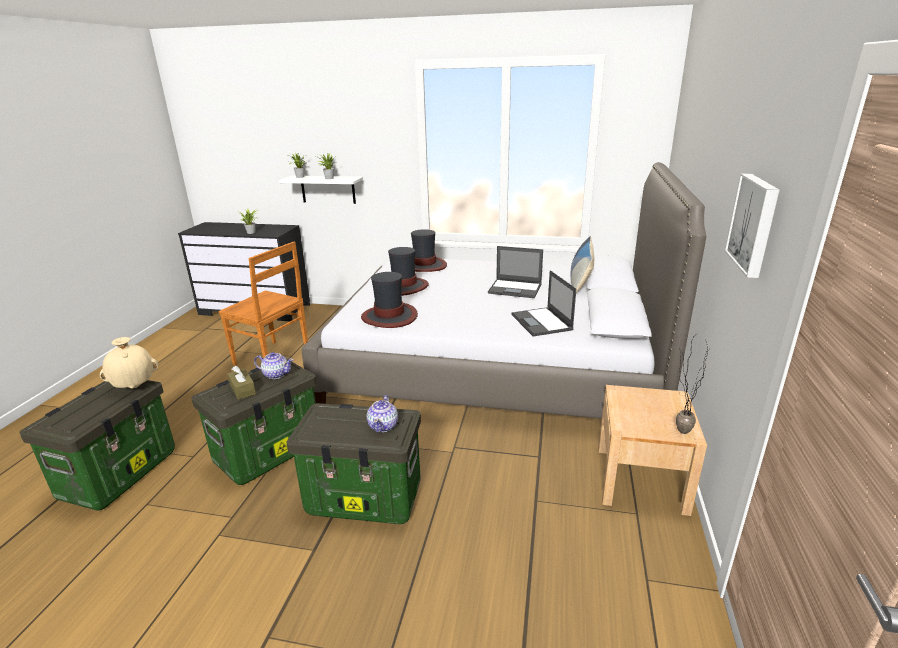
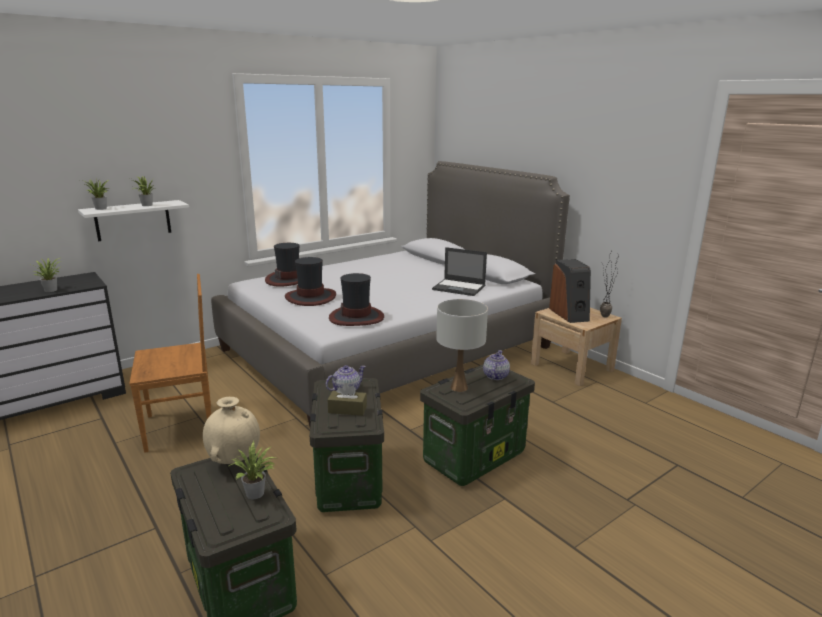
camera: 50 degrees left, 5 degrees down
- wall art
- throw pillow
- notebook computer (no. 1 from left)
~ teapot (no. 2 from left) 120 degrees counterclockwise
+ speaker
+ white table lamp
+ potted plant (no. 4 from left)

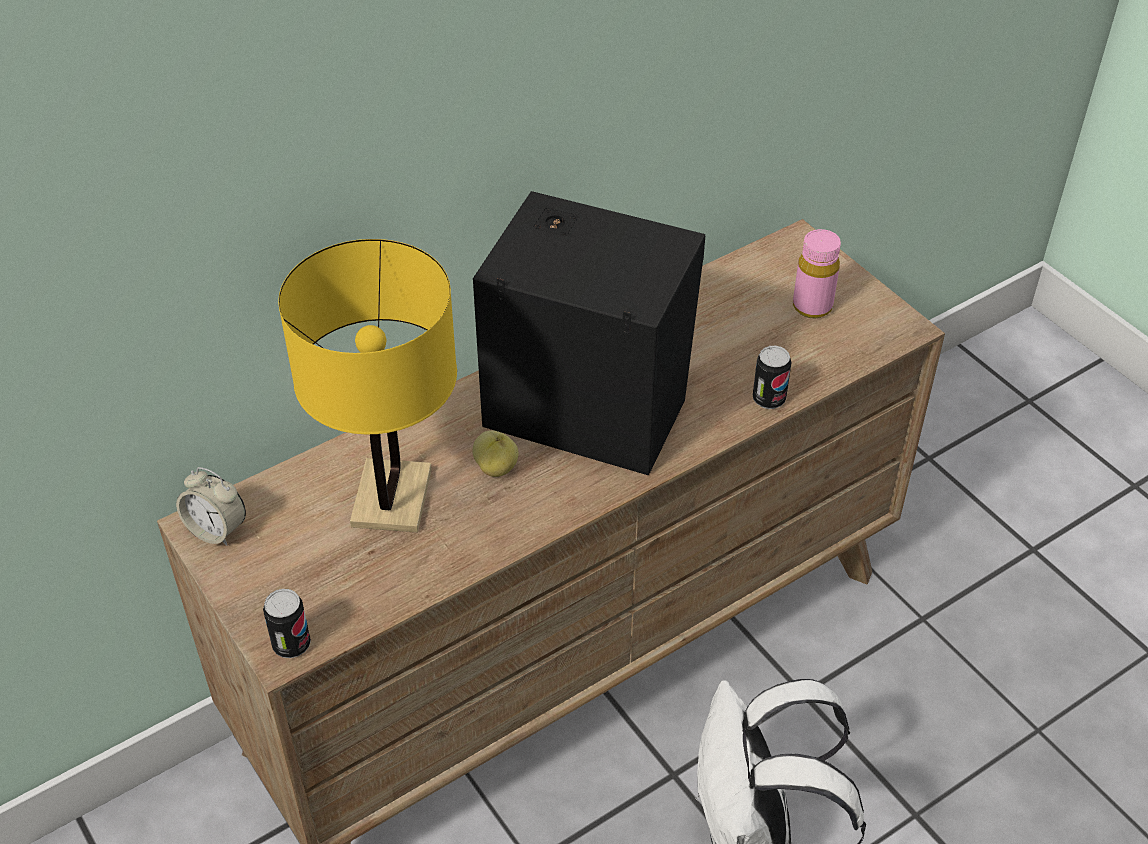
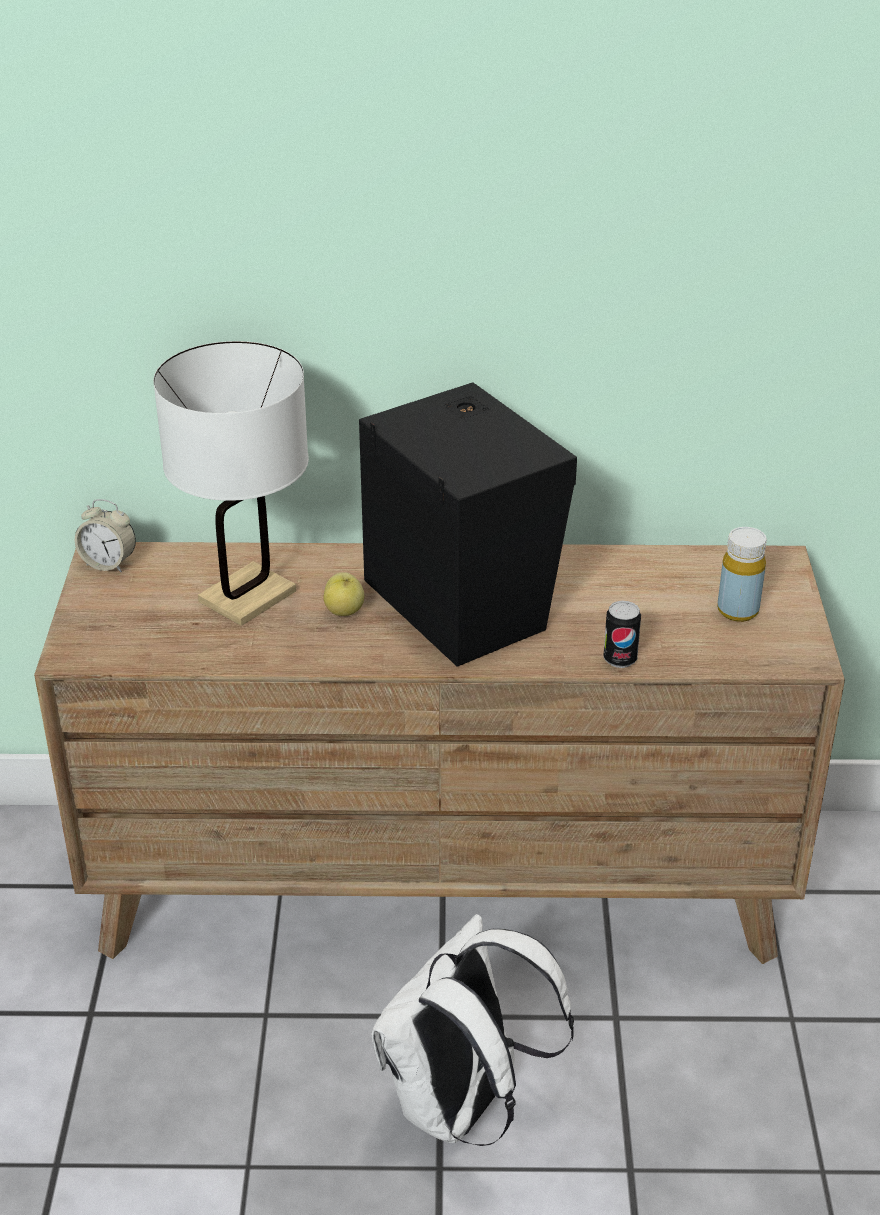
camera: 35 degrees right, 10 degrees down
~ pink bottle to yellowish bottle
~ yellowish table lamp to white table lamp
~ alarm clock 45 degrees counterclockwise
- can (no. 1 from left)

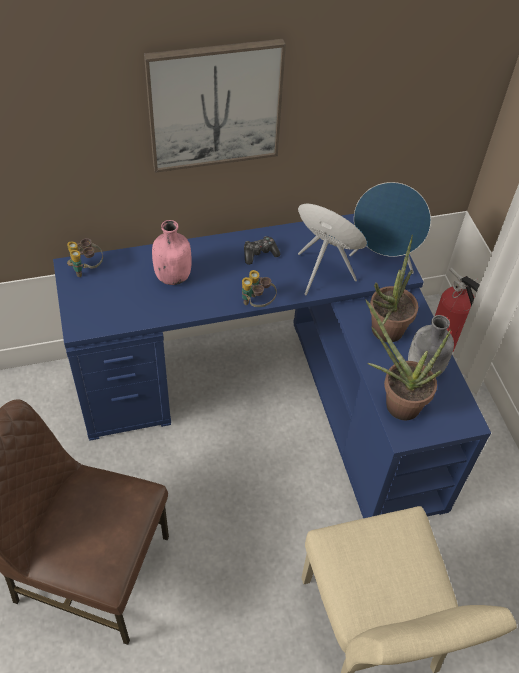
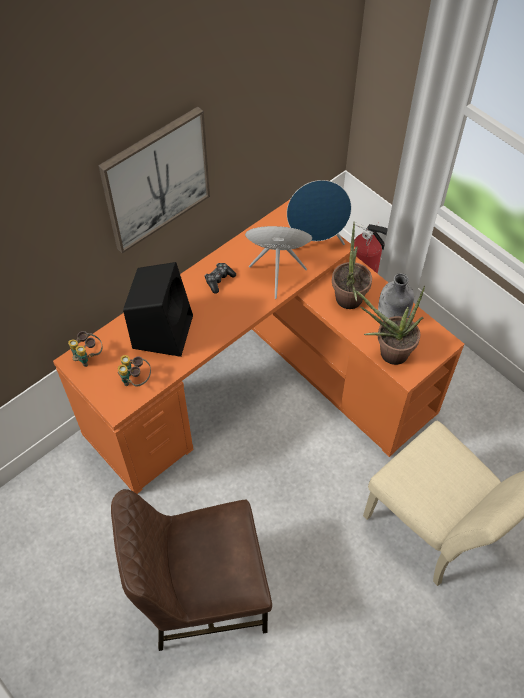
camera: 25 degrees left, 5 degrees up
~ blue-coloured desk table to orange desk table
~ pink bottle to black speaker
~ field glasses (no. 2 from left)

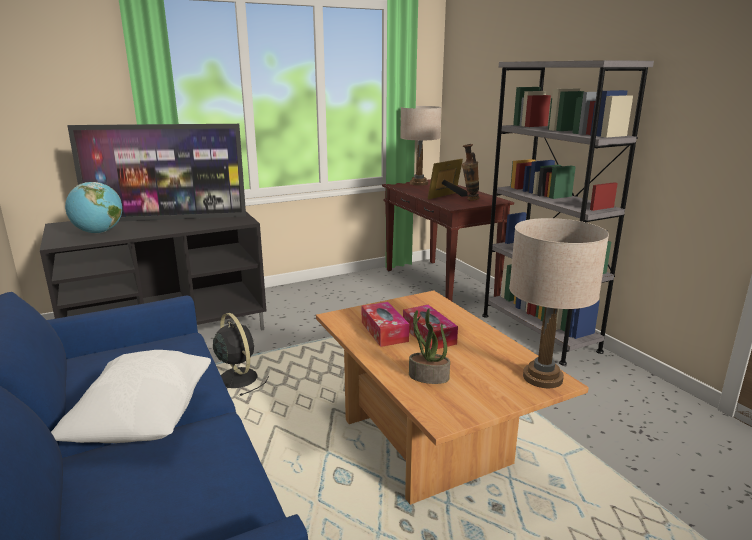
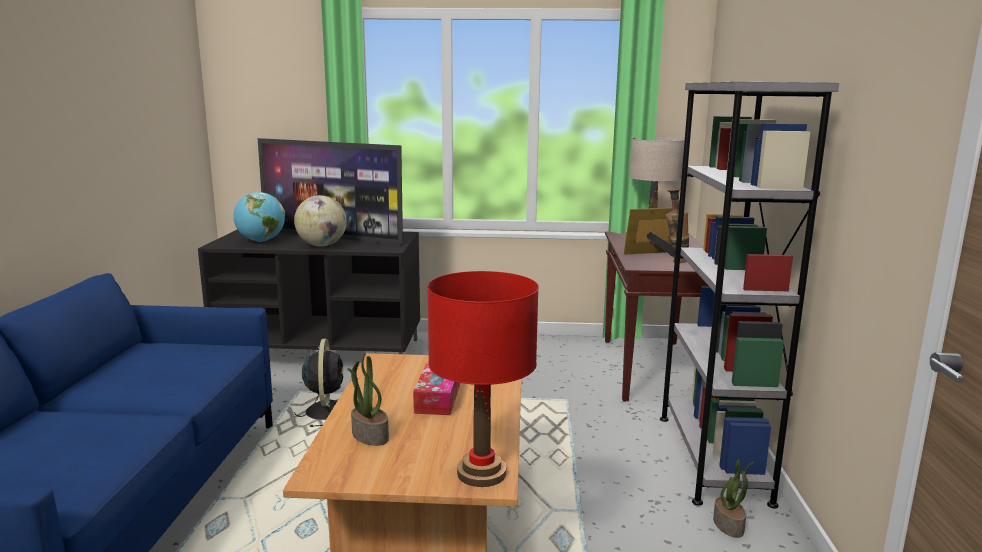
camera: 30 degrees right, 5 degrees down
~ sand-coloured table lamp (no. 2 from left) to reddish table lamp
- box of tissues (no. 1 from left)
- white throw pillow
+ globe (no. 2 from left)
+ potted plant (no. 2 from left)

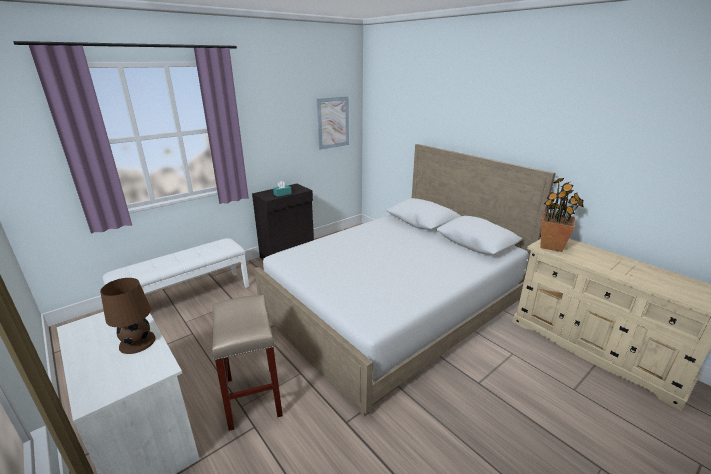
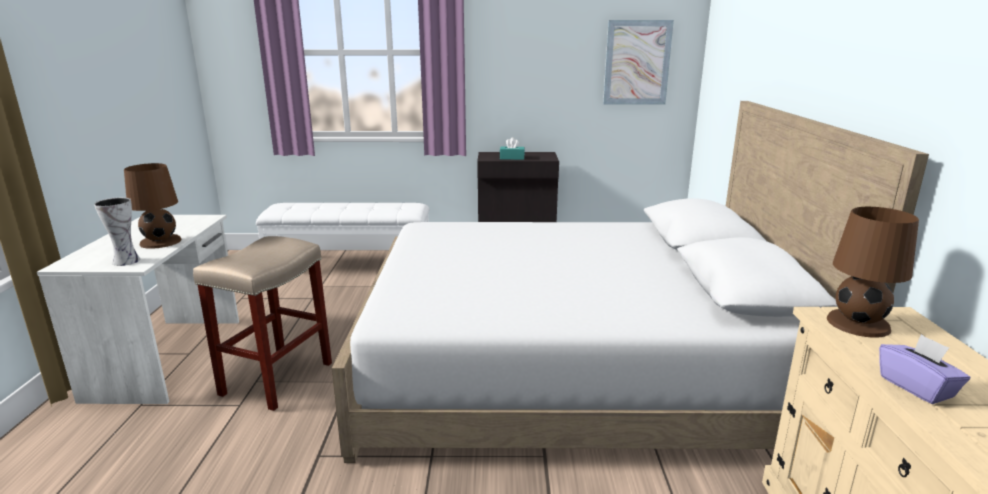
camera: 40 degrees right, 5 degrees down
~ potted plant to brown table lamp (no. 2 from left)
+ vase
+ purple-coloured box of tissues

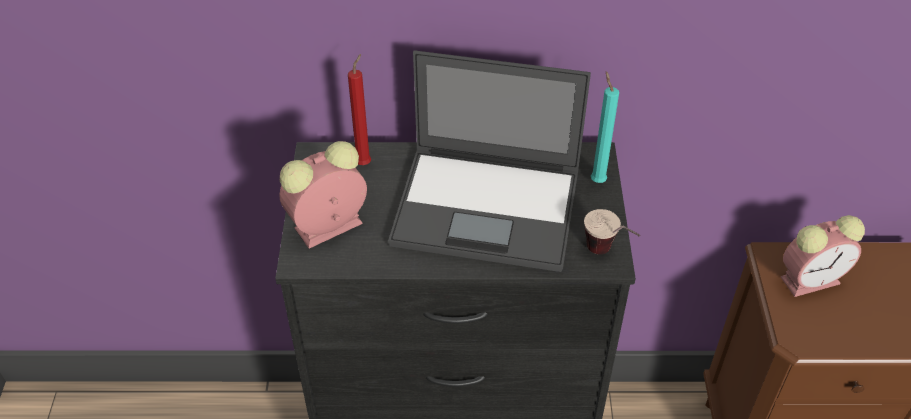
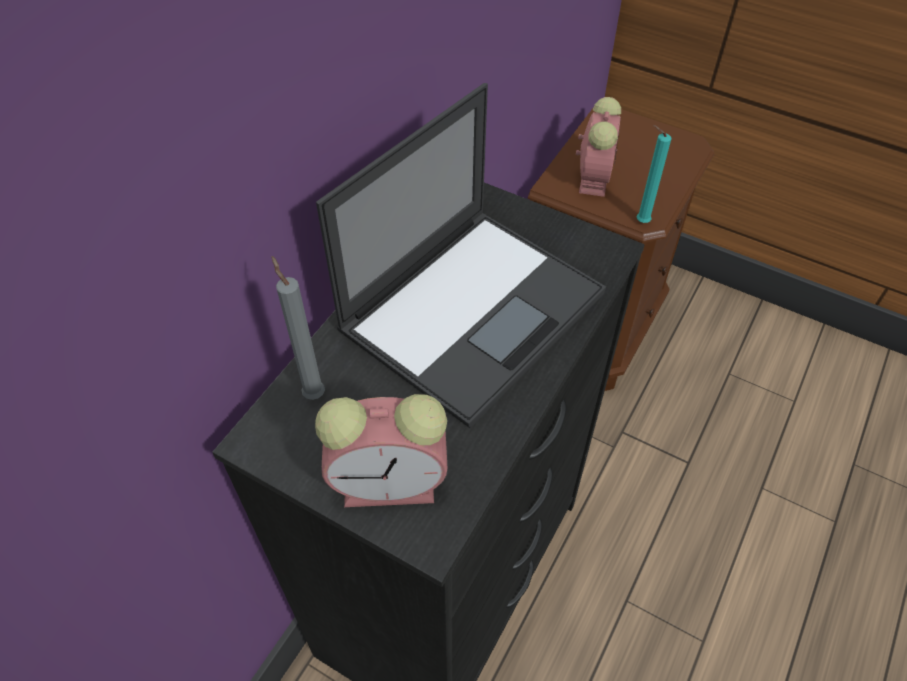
camera: 60 degrees left, 5 degrees up
~ reddish wax light to greyish wax light
~ blue-green wax light
~ alarm clock (no. 1 from left) 90 degrees counterclockwise
- drinking cup

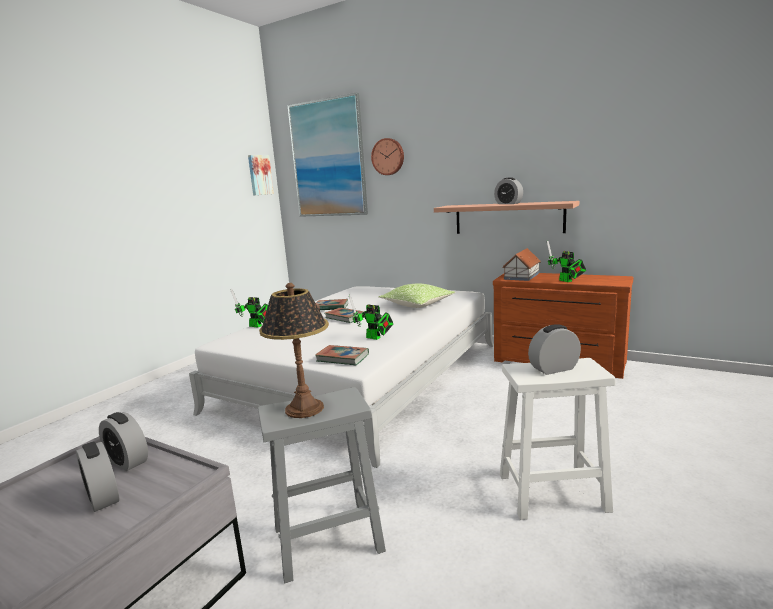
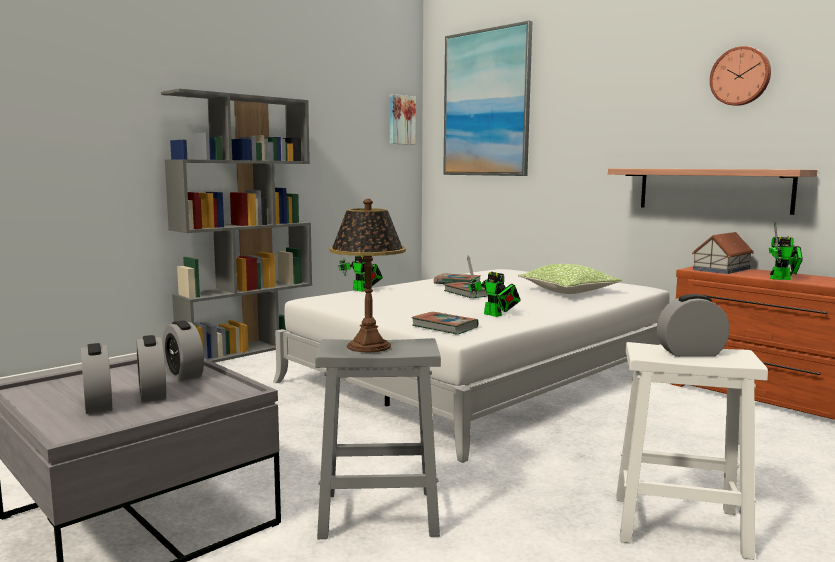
camera: 15 degrees right, 5 degrees down
~ hanging clock
~ alarm clock (no. 3 from left in the first image) to alarm clock (no. 1 from left)
~ toy robot (no. 3 from left) 75 degrees counterclockwise
+ greyish bookcase

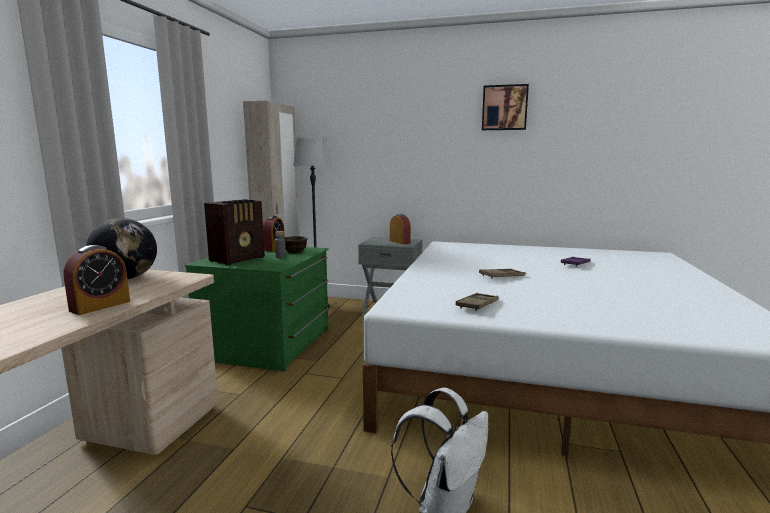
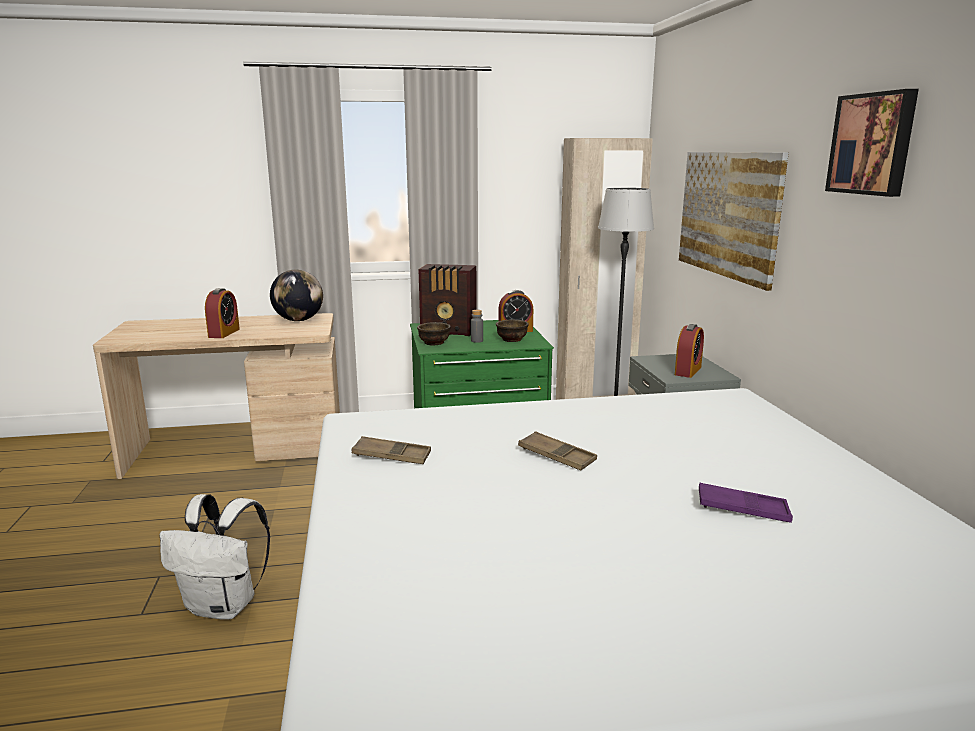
camera: 65 degrees right, 5 degrees up
~ alarm clock (no. 1 from left) 90 degrees counterclockwise
+ wall art (no. 1 from left)
+ brown bowl (no. 1 from left)

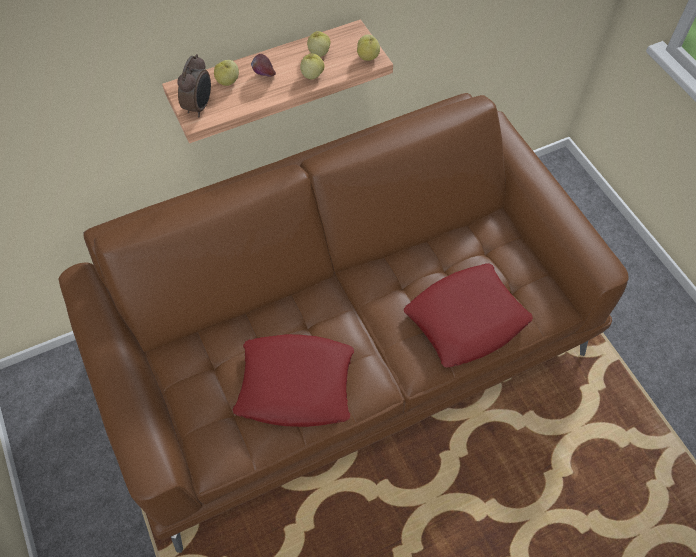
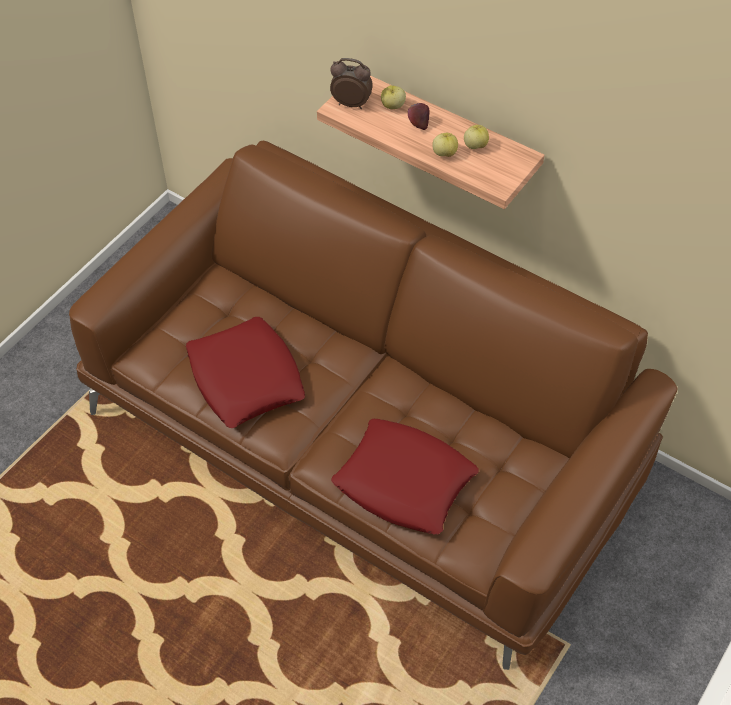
camera: 60 degrees right, 5 degrees down
- whole apple (no. 5 from left)
~ alarm clock 150 degrees counterclockwise

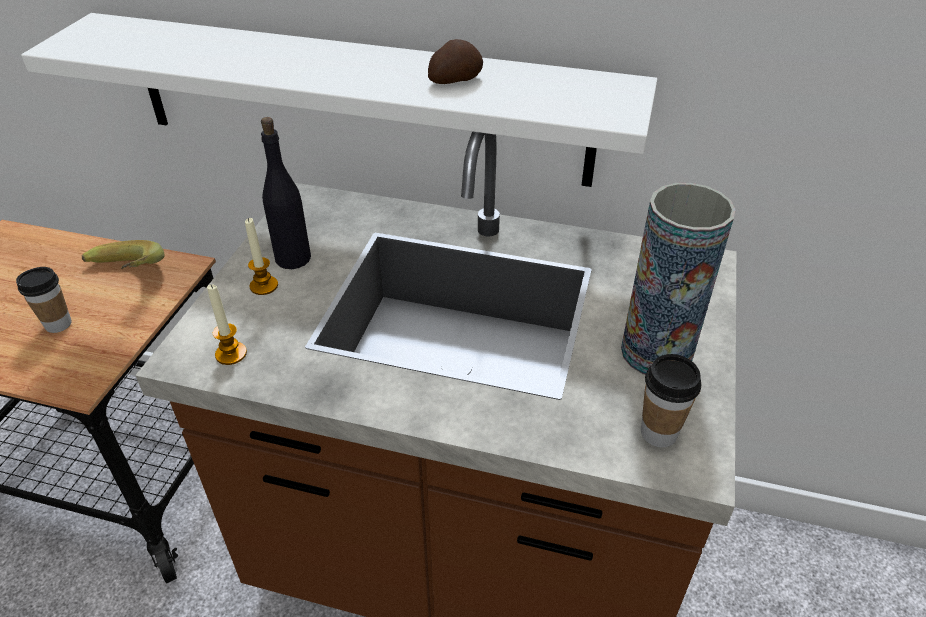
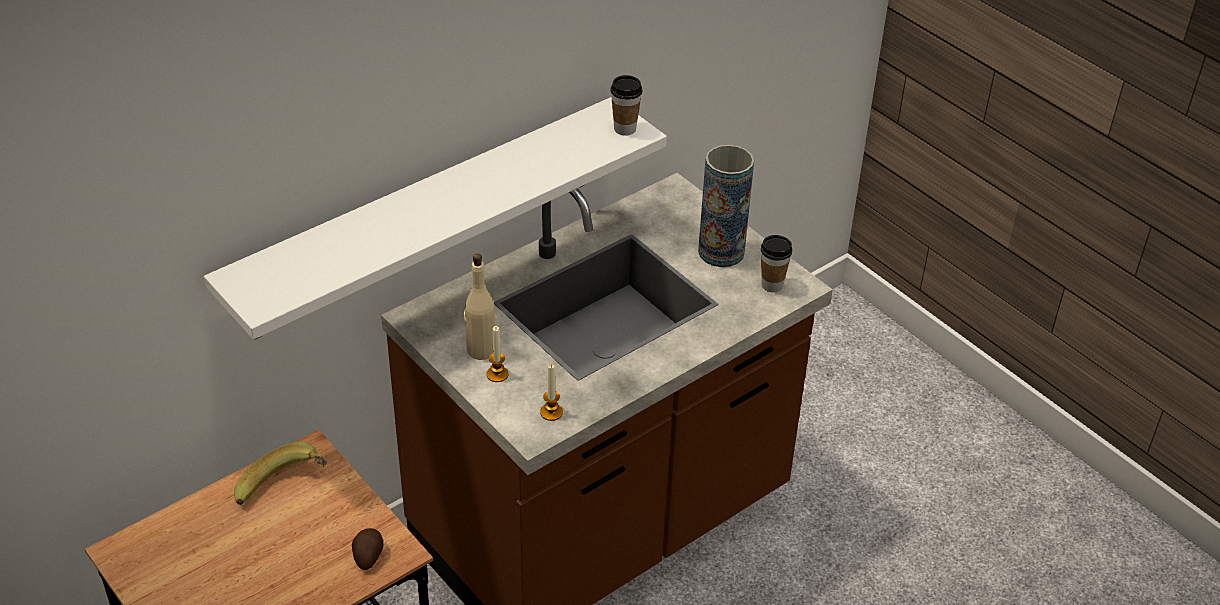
camera: 55 degrees left, 0 degrees up
~ spud
~ black bottle to sand-coloured bottle
~ drinking cup (no. 1 from left)

